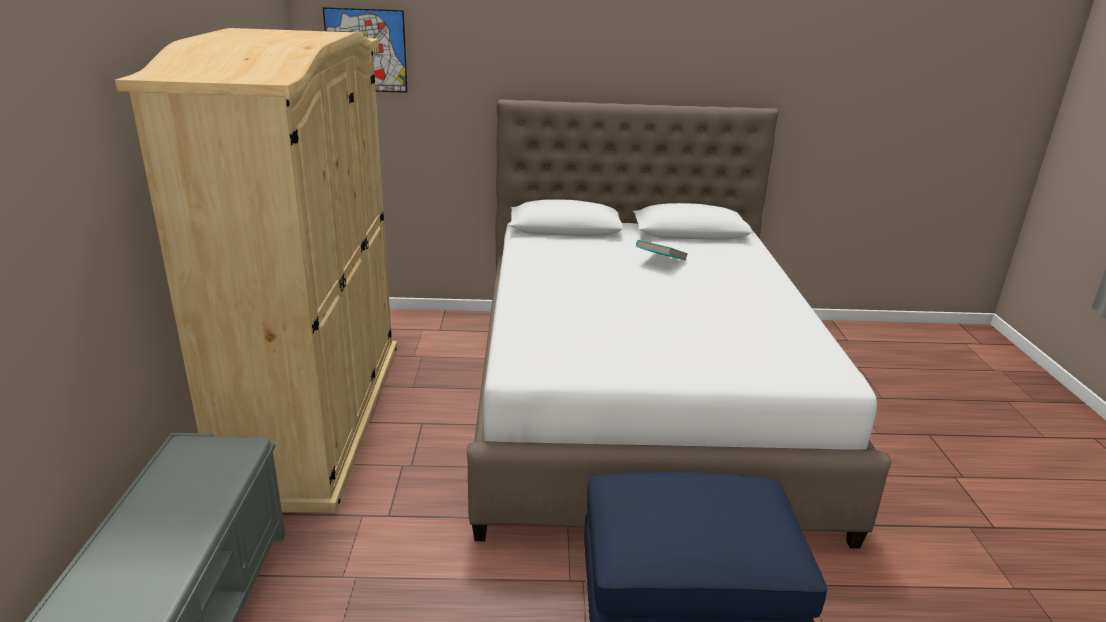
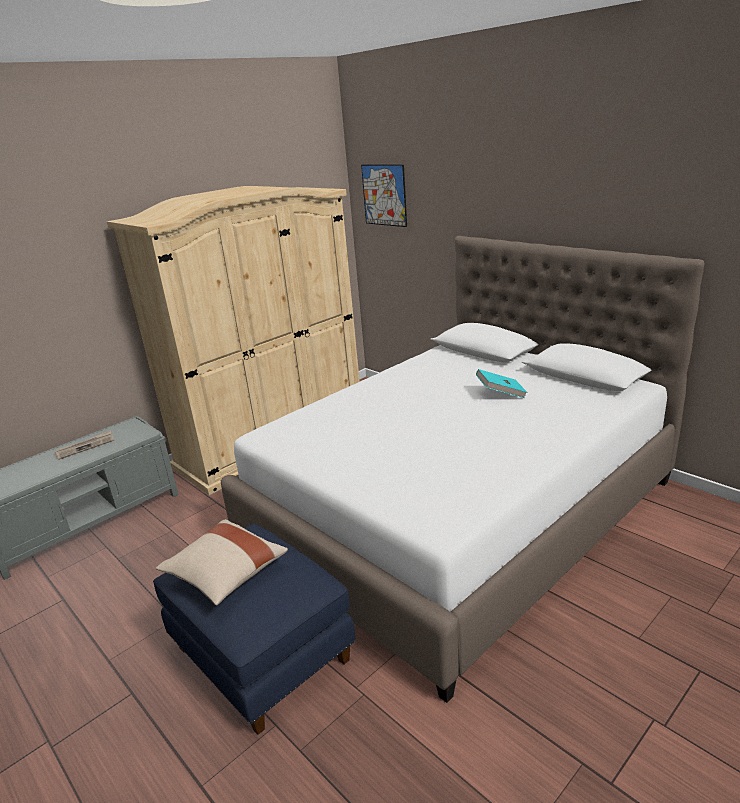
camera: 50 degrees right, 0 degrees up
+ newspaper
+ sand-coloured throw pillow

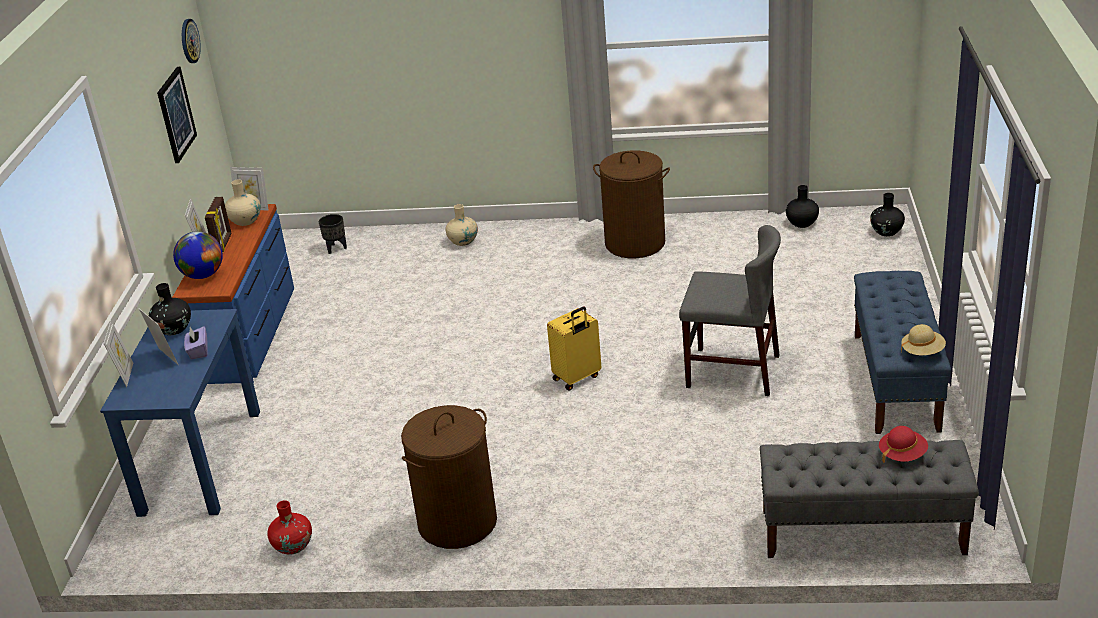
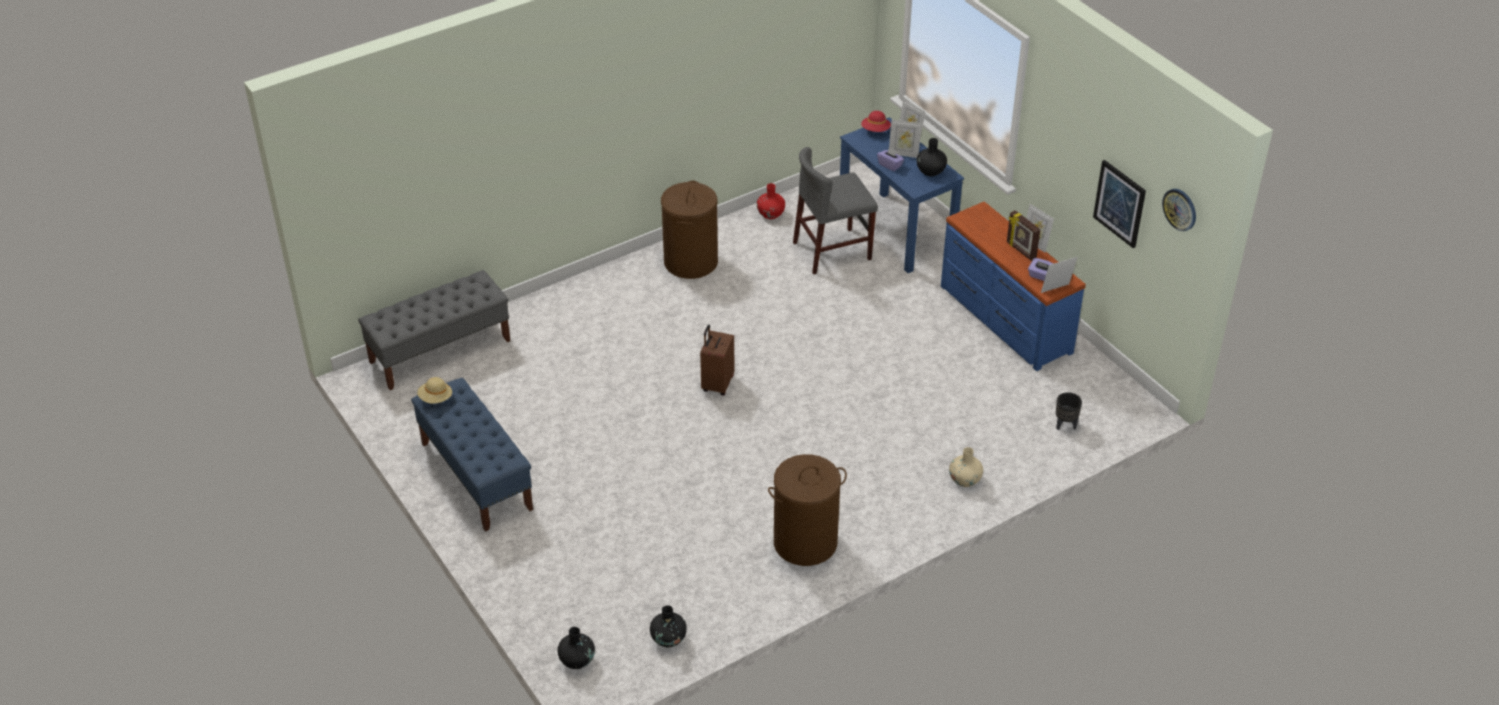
camera: 140 degrees right, 10 degrees up
~ sand-coloured vase (no. 1 from left) to purple-coloured box of tissues (no. 2 from left)
~ greyish plain chair
- globe
~ yellowish travel case to brown travel case
~ reddish hat

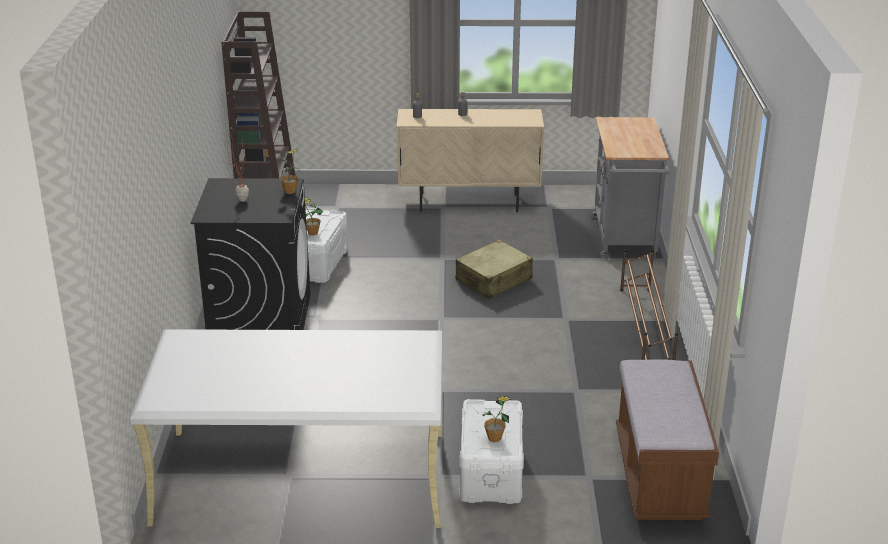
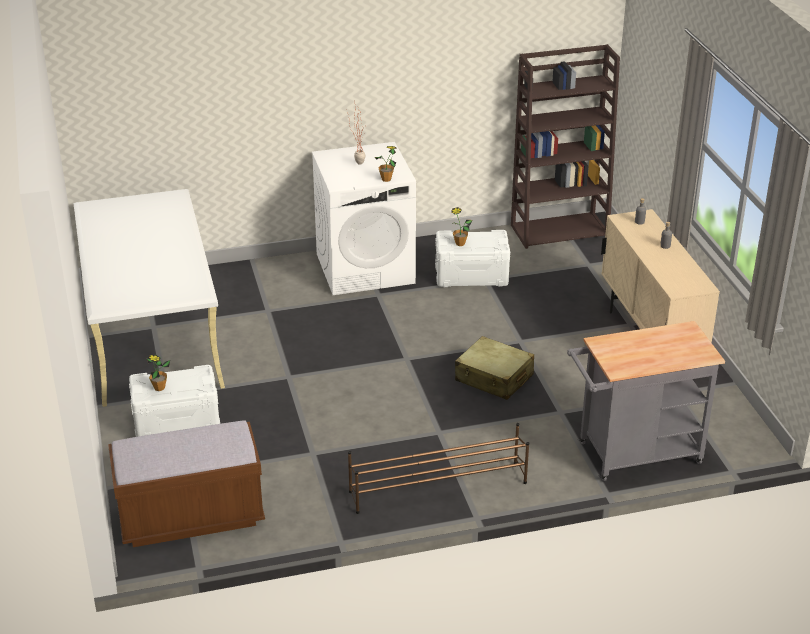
camera: 75 degrees right, 5 degrees up
~ black laundry machine to white laundry machine

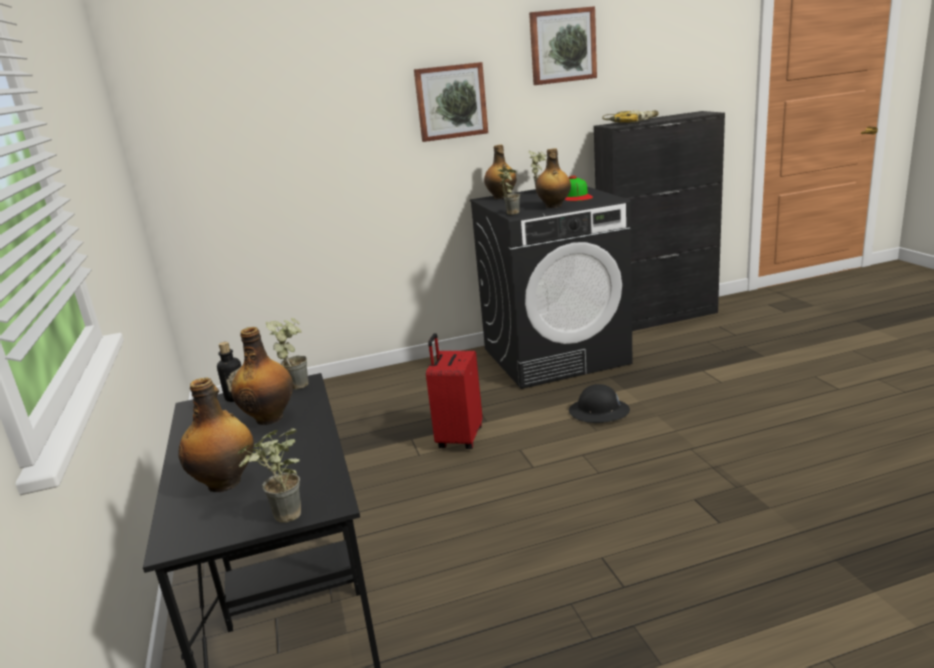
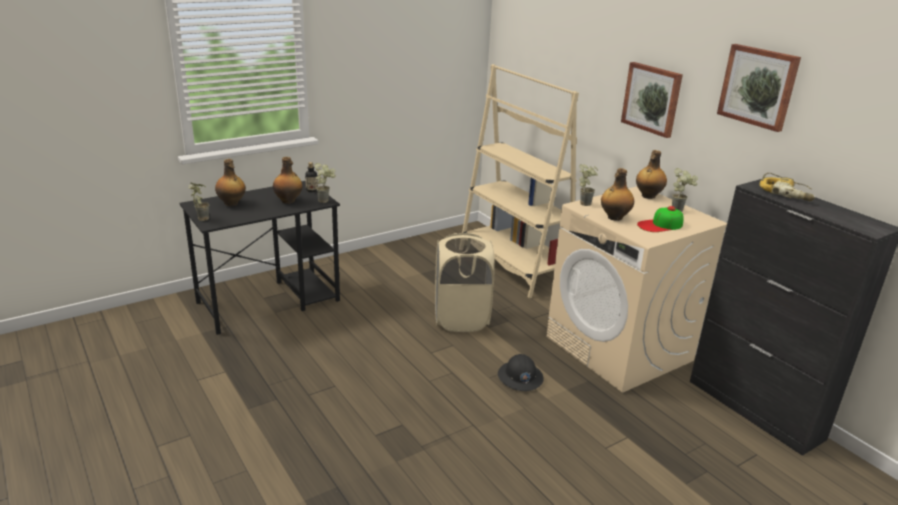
camera: 70 degrees right, 5 degrees up
~ black laundry machine to sand-coloured laundry machine
~ reddish travel case to sand-coloured washing basket
+ sand-coloured bookcase

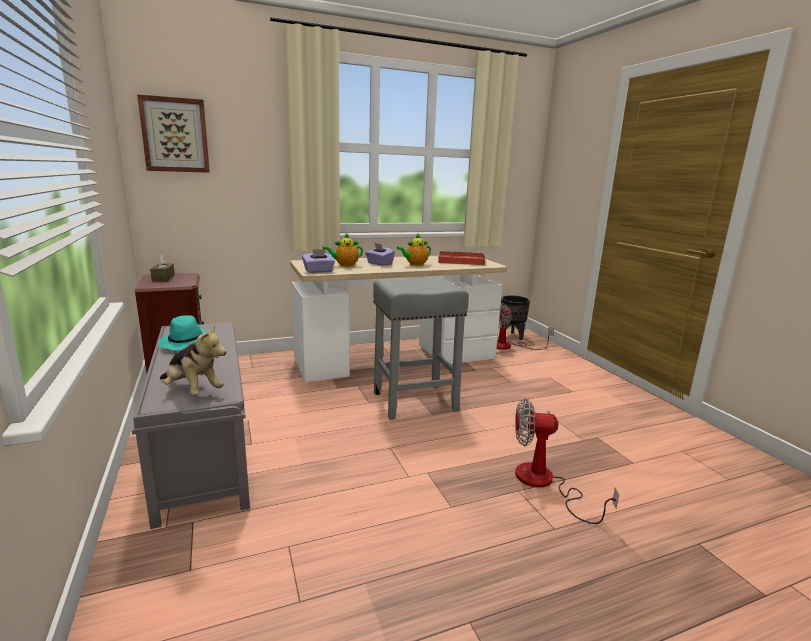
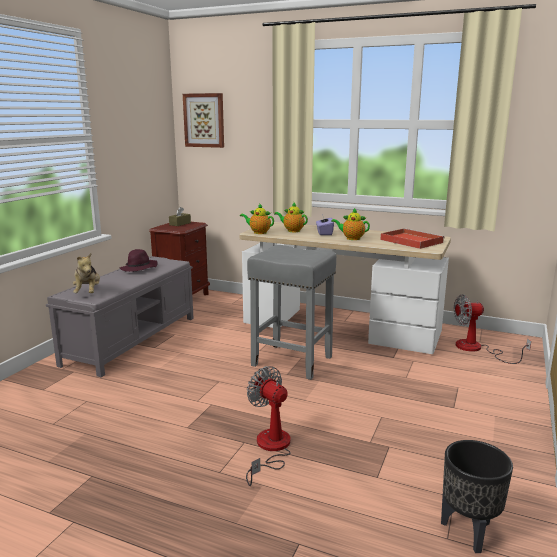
camera: 45 degrees right, 0 degrees up
~ purple-coloured box of tissues (no. 1 from left) to teapot (no. 1 from left)
~ black plant pot
~ blue-green hat to purple-coloured hat

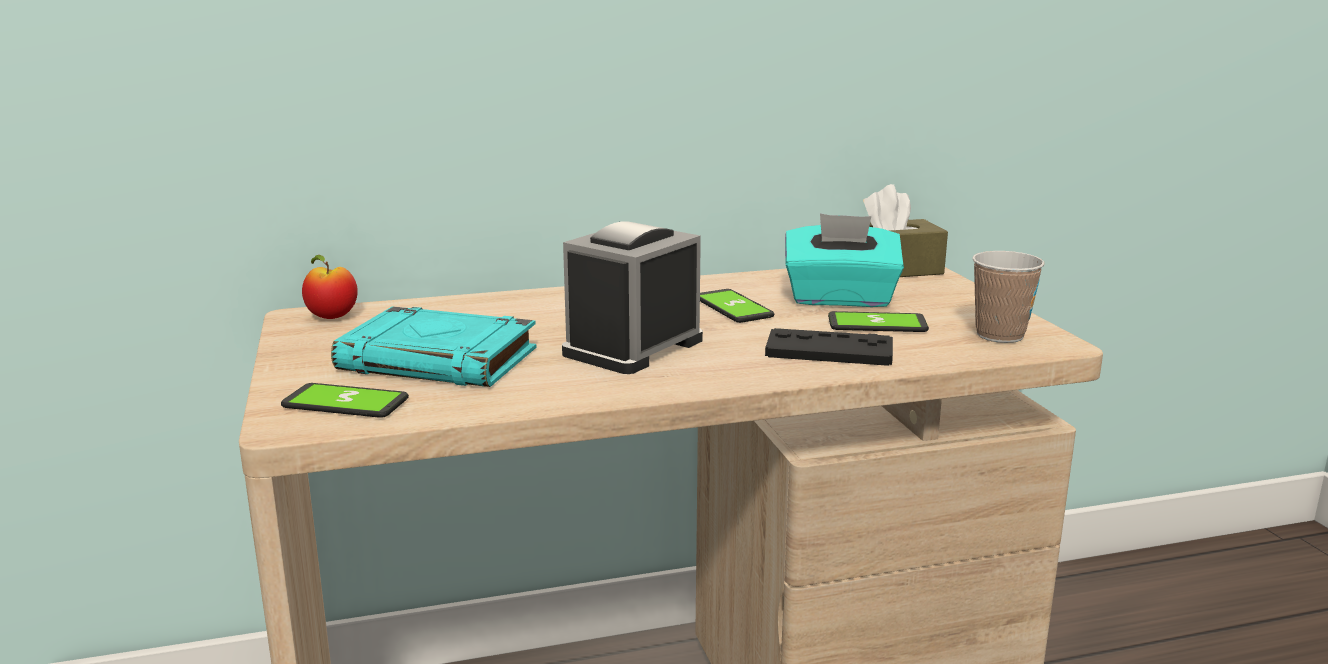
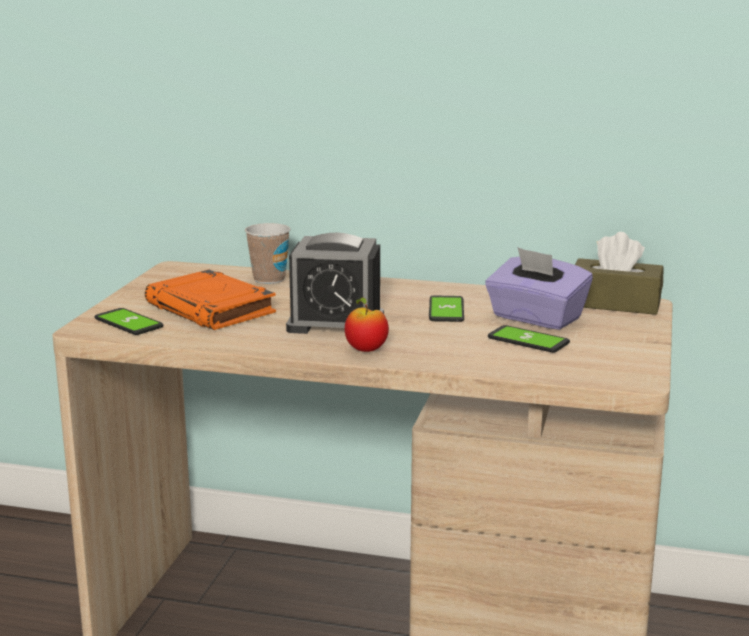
camera: 30 degrees right, 0 degrees up
~ blue-green box of tissues to purple-coloured box of tissues
~ alarm clock 150 degrees counterclockwise
~ drinking cup
~ whole apple
~ blue-green bound book to orange bound book
- black gamepad

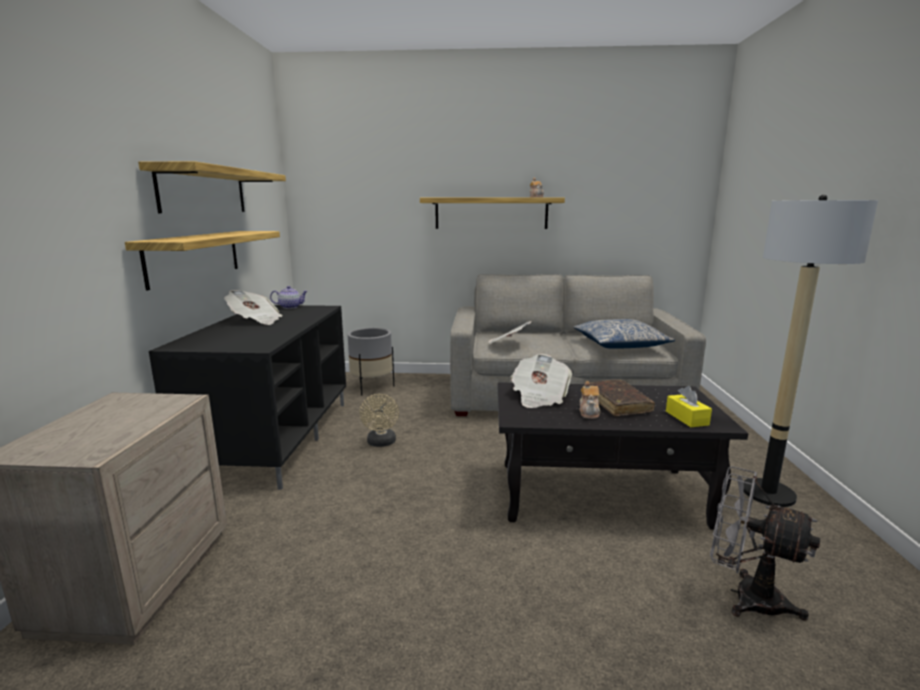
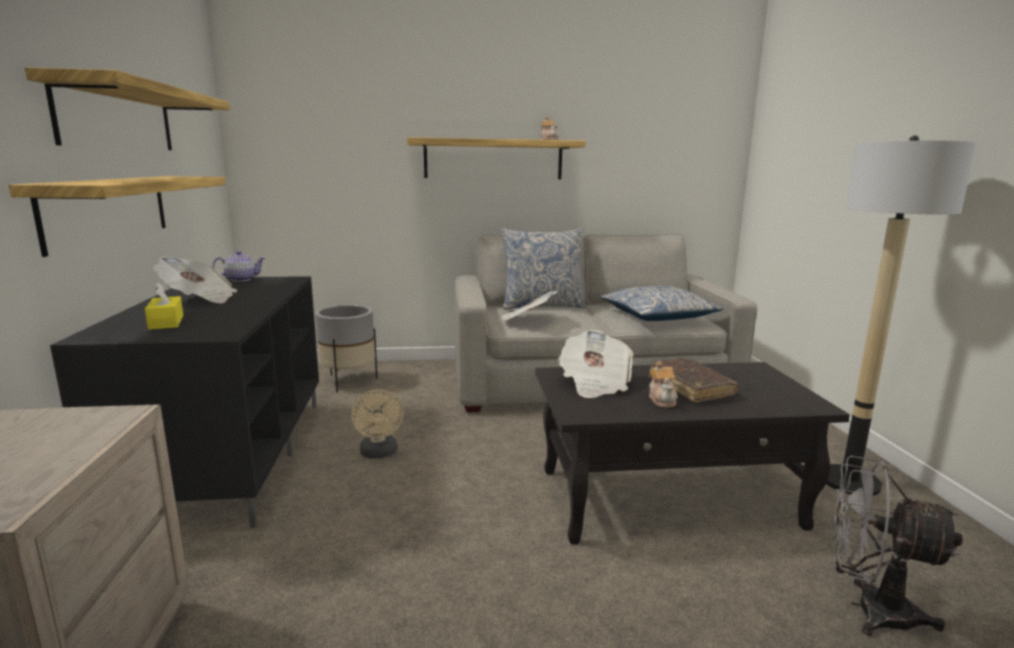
camera: 10 degrees left, 0 degrees up
~ yellowish box of tissues
+ throw pillow (no. 1 from left)

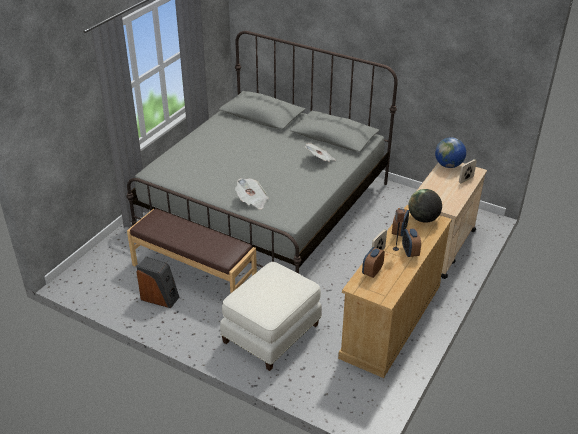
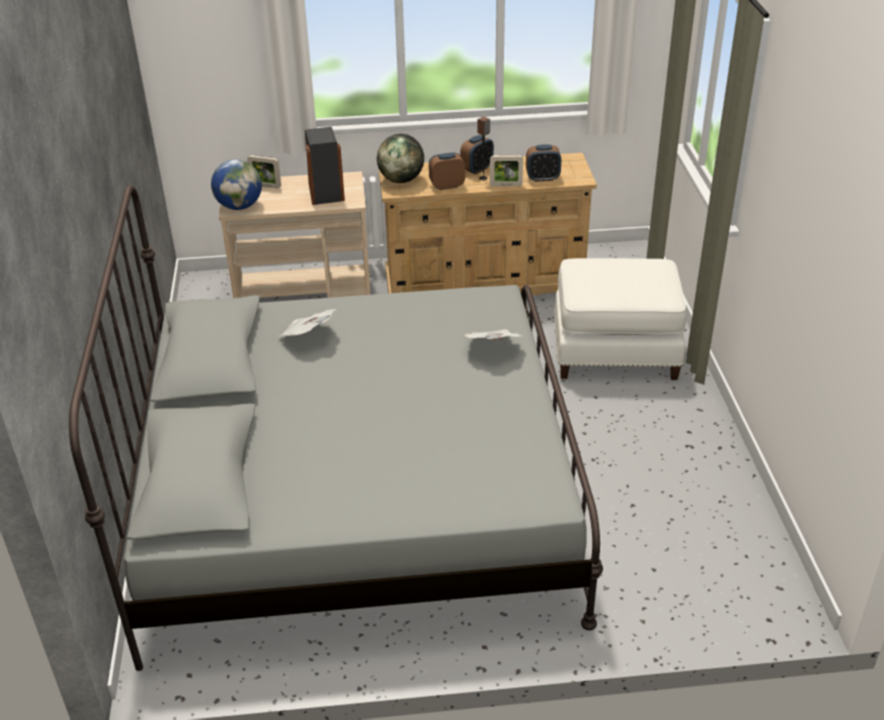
camera: 125 degrees left, 0 degrees up
- brown bench
~ speaker (no. 1 from left)

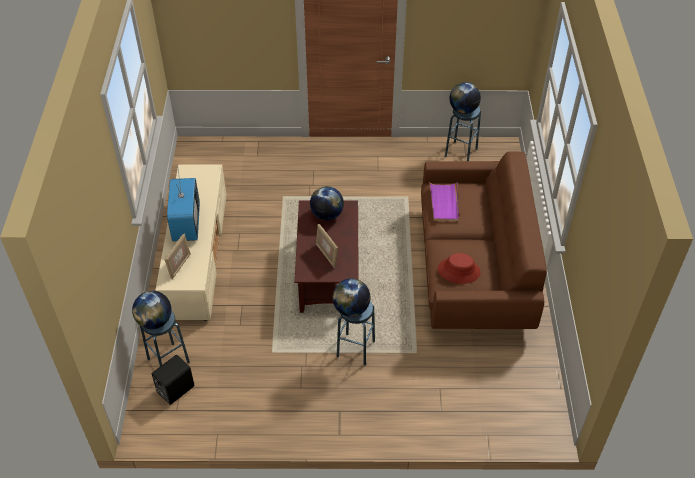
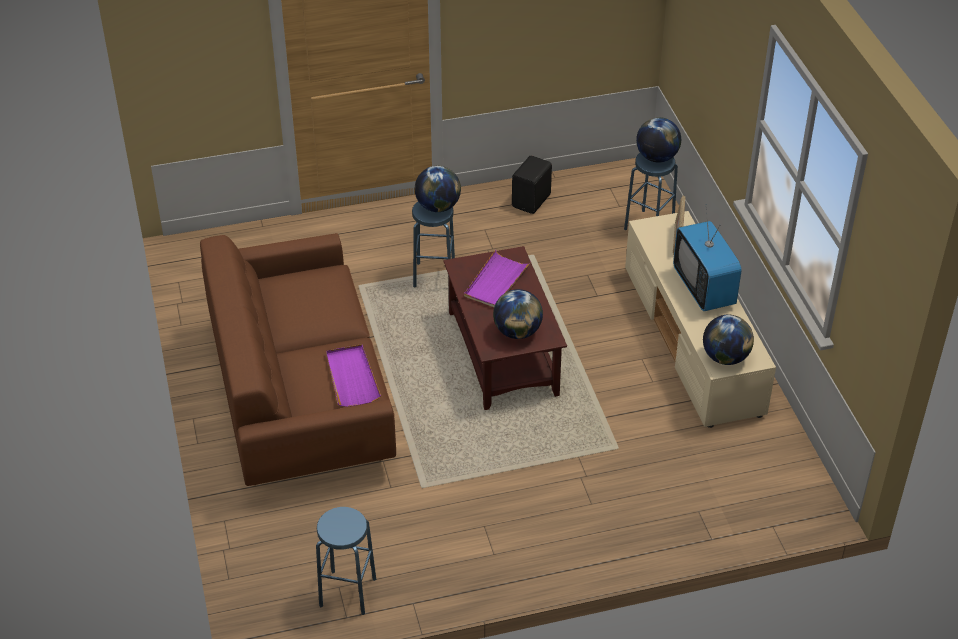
camera: 165 degrees right, 5 degrees down
~ globe (no. 4 from left)
~ photo frame (no. 2 from left) to purple-coloured serving tray (no. 2 from left)
- reddish hat
~ black speaker

